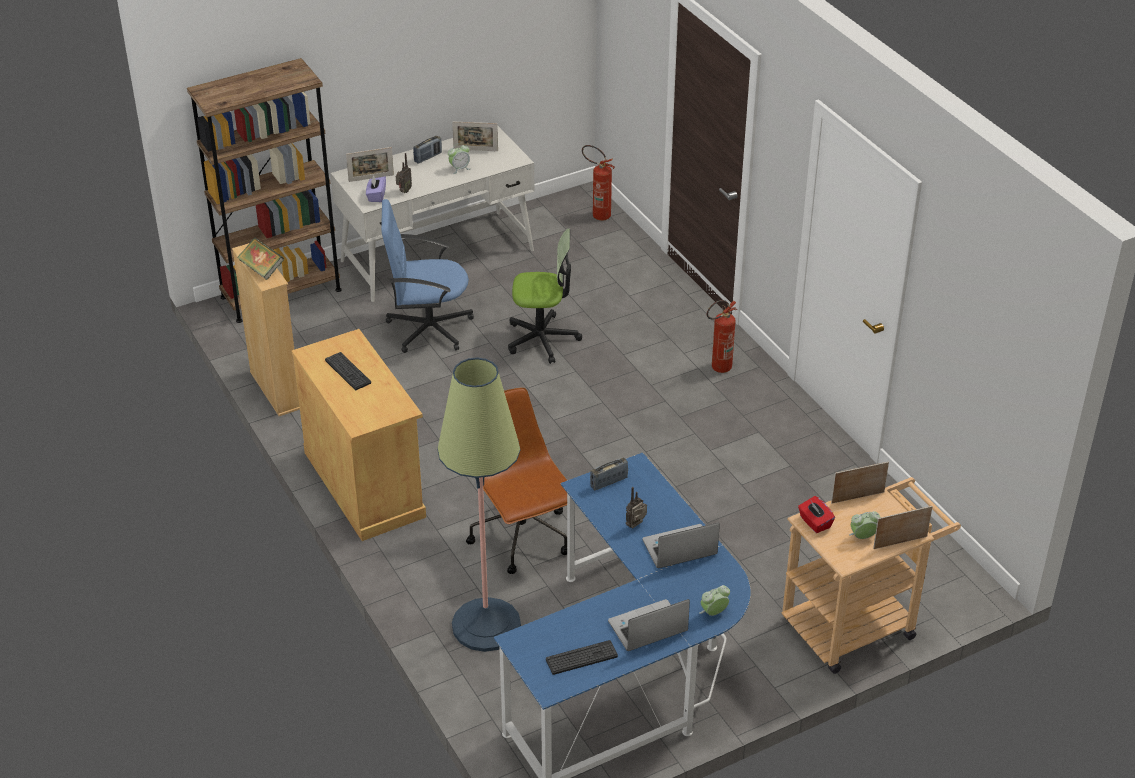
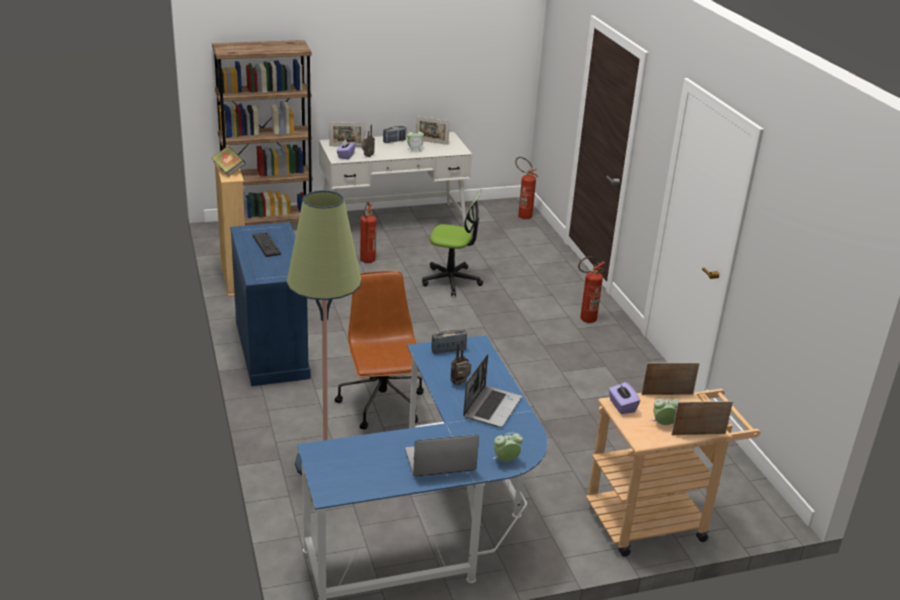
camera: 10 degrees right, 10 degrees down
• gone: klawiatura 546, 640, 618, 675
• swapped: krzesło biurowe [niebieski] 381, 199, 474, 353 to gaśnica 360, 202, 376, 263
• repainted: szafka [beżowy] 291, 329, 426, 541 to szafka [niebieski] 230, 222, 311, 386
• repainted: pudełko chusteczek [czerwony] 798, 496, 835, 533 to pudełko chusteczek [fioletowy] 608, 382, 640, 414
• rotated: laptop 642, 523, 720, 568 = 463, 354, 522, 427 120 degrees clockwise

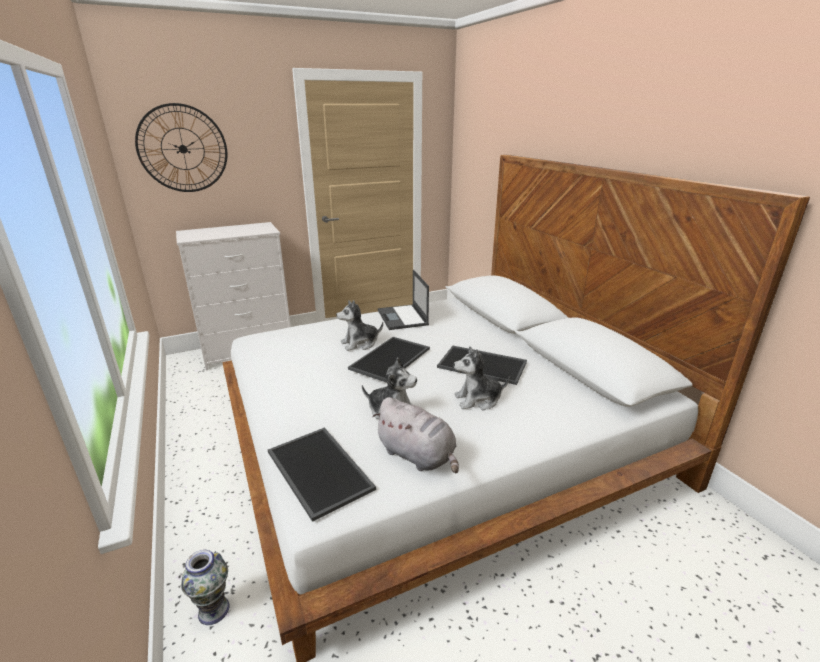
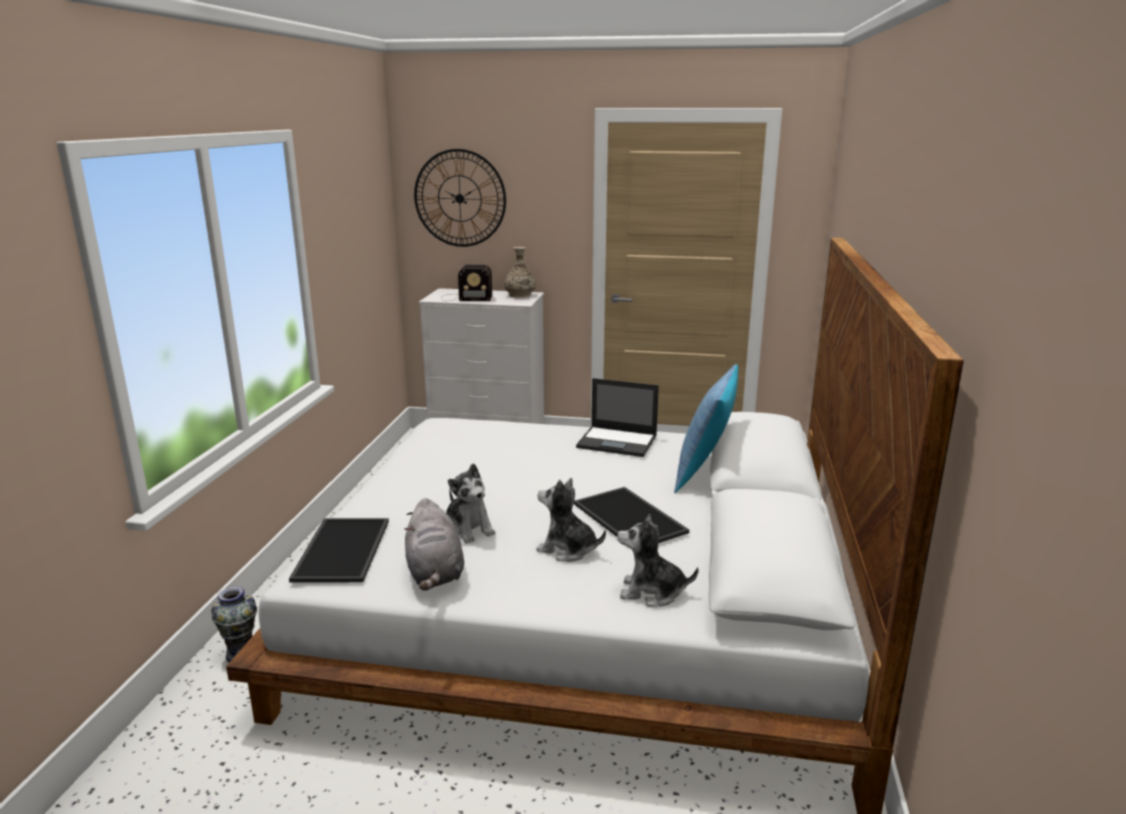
camera: 35 degrees right, 5 degrees down
• gone: taca 348, 337, 430, 383
• new: radio 441, 265, 492, 301
• new: wazon 504, 247, 536, 298
• new: poduszka 674, 364, 738, 493
• shifted: pluszak 336, 300, 383, 351 to 617, 514, 699, 607
• rotated: laptop 378, 270, 429, 330 = 576, 378, 659, 457 90 degrees counterclockwise

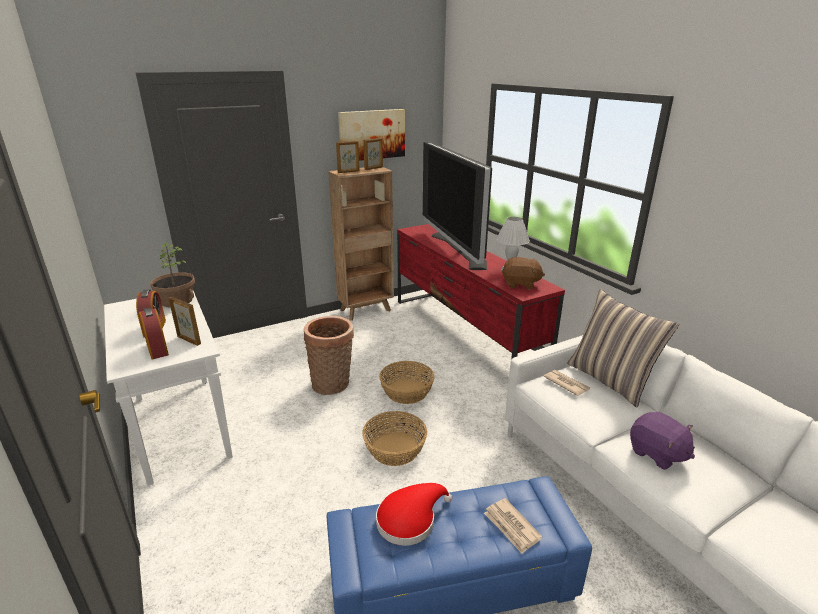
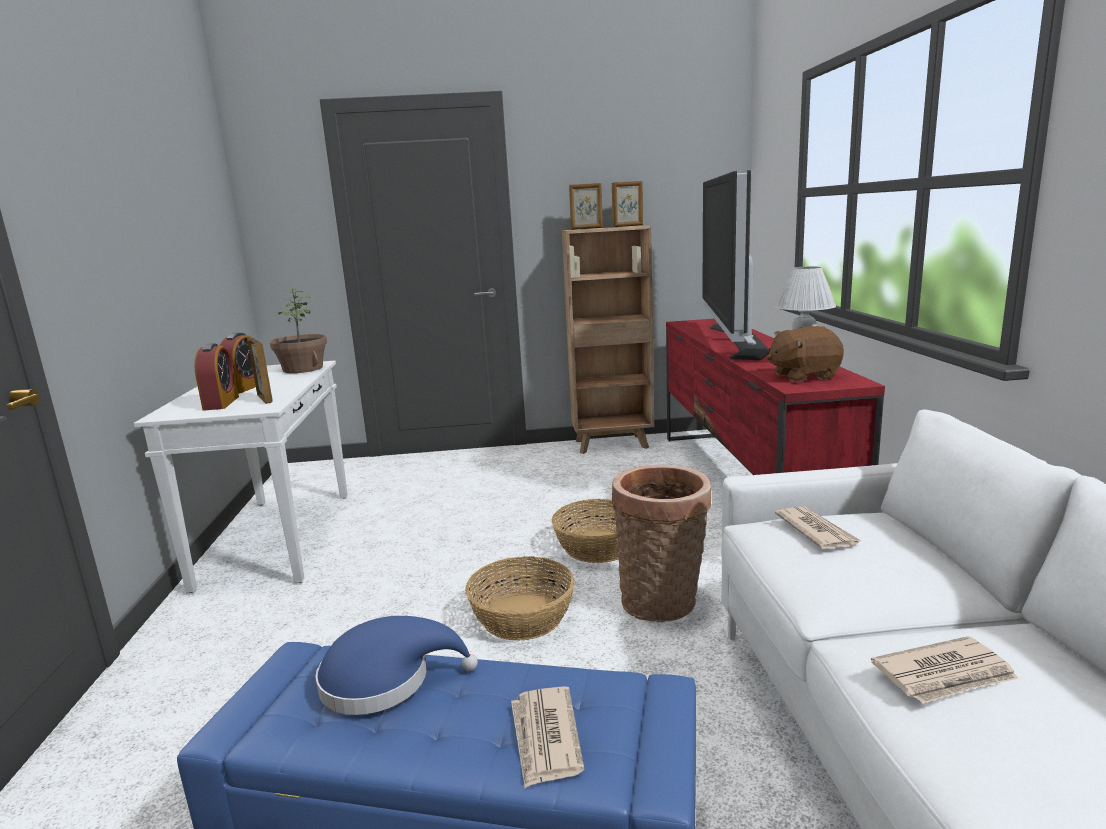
camera: 25 degrees right, 10 degrees down
• gone: obraz 338, 109, 405, 161
• gone: poduszka 567, 289, 679, 407
• shifted: koszyk 304, 316, 354, 395 to 612, 465, 711, 622
• swapped: pluszak [fioletowy] 630, 412, 695, 470 to gazeta 871, 636, 1019, 704
• repainted: kapelusz [czerwony] 376, 483, 452, 546 to kapelusz [niebieski] 315, 616, 478, 715
• rotated: pluszak [brązowy] 502, 257, 545, 290 = 767, 326, 844, 382 135 degrees clockwise

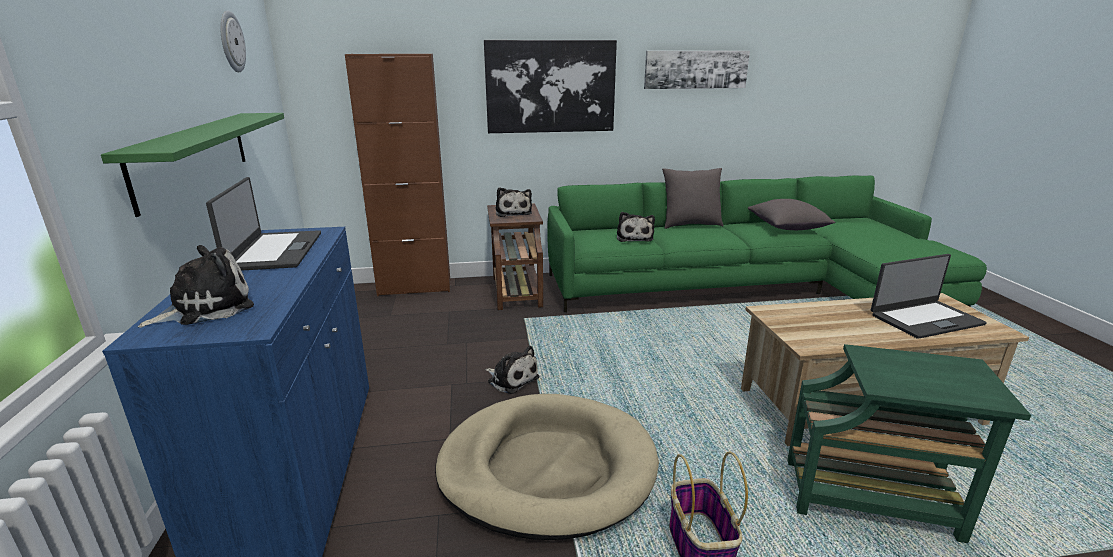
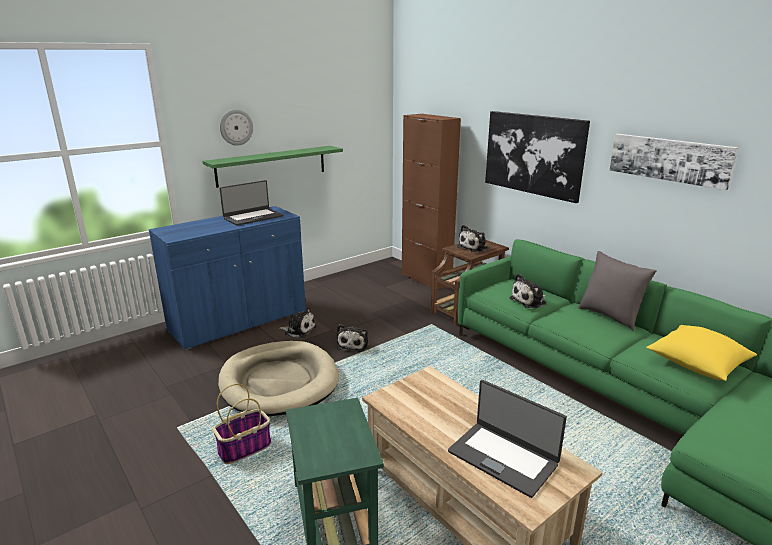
camera: 60 degrees right, 0 degrees up
• shifted: pluszak 138, 245, 254, 328 to 279, 307, 316, 338
• shifted: zegar ścienny 220, 10, 246, 72 to 220, 109, 253, 146
• repainted: poduszka [szary] 748, 199, 835, 230 to poduszka [żółty] 646, 325, 757, 381

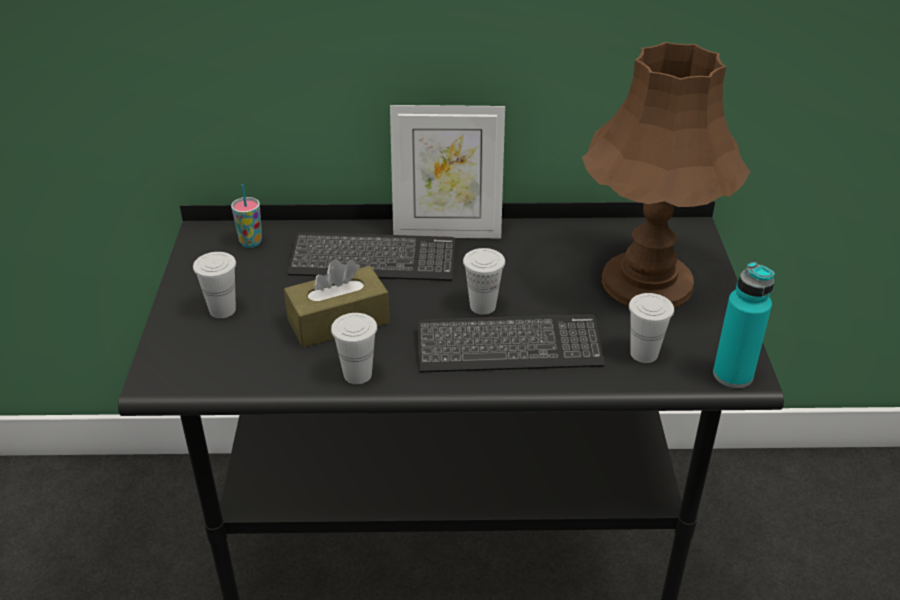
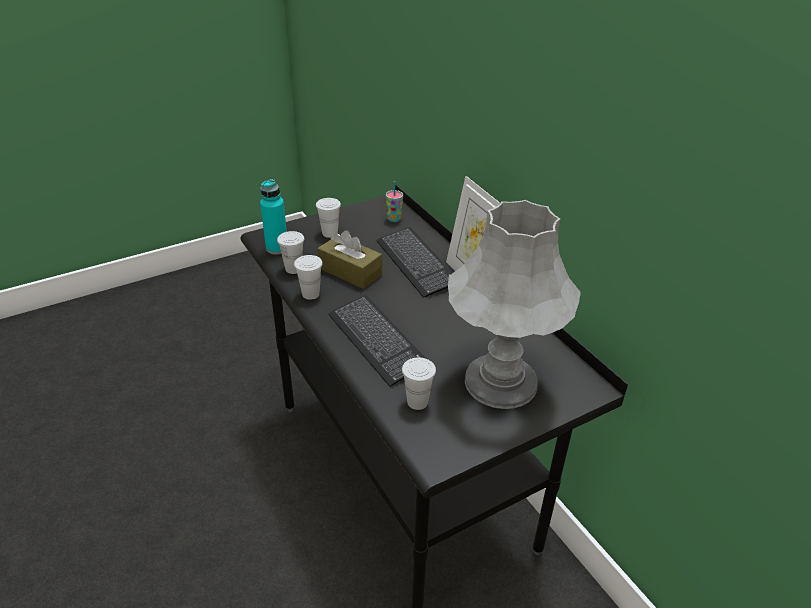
camera: 60 degrees right, 0 degrees up
• shifted: filiżanka [biały] 463, 248, 505, 315 to 277, 231, 304, 274
• shifted: butelka [turkusowy] 713, 262, 775, 388 to 260, 179, 287, 255
• repainted: lampa stołowa [brązowy] 582, 42, 750, 308 to lampa stołowa [szary] 448, 200, 581, 409

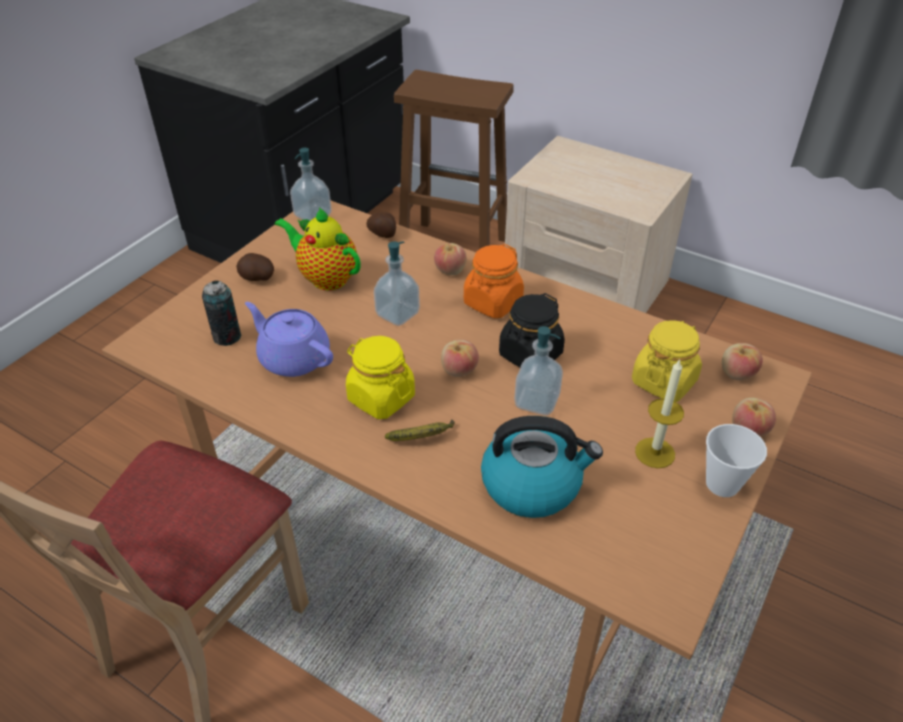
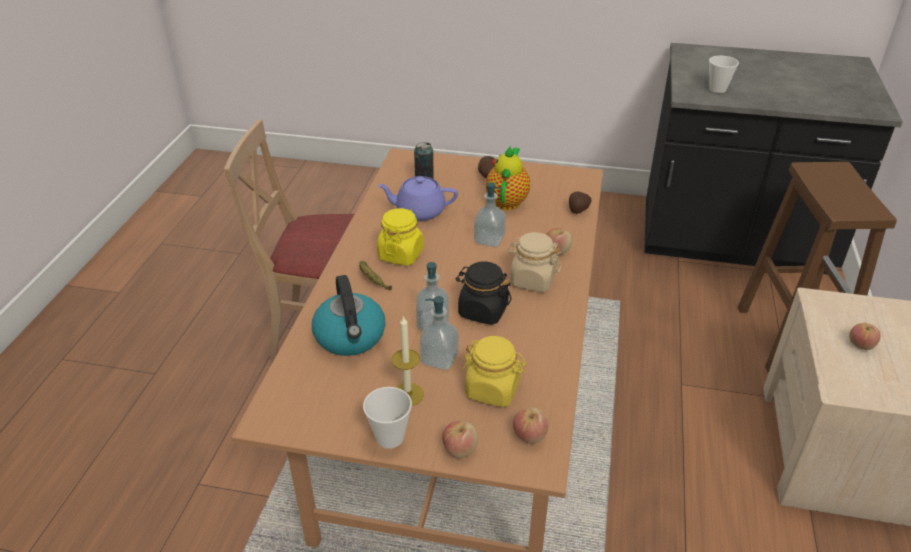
camera: 70 degrees right, 5 degrees down
• new: filiżanka 709, 56, 739, 93
• shifted: dozownik mydła 290, 148, 332, 221 to 420, 296, 459, 370
• shifted: jabłko 441, 339, 479, 377 to 849, 323, 881, 350
• repainted: słoik [pomarańczowy] 464, 244, 524, 318 to słoik [beżowy] 508, 232, 561, 292
• rotated: imbryk [fioletowy] 245, 302, 333, 377 = 377, 176, 458, 221 105 degrees counterclockwise

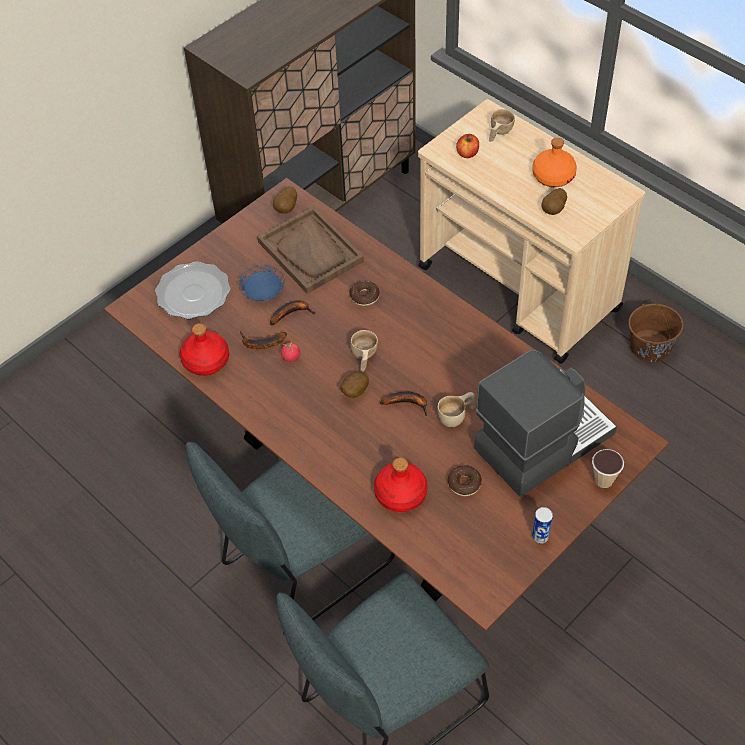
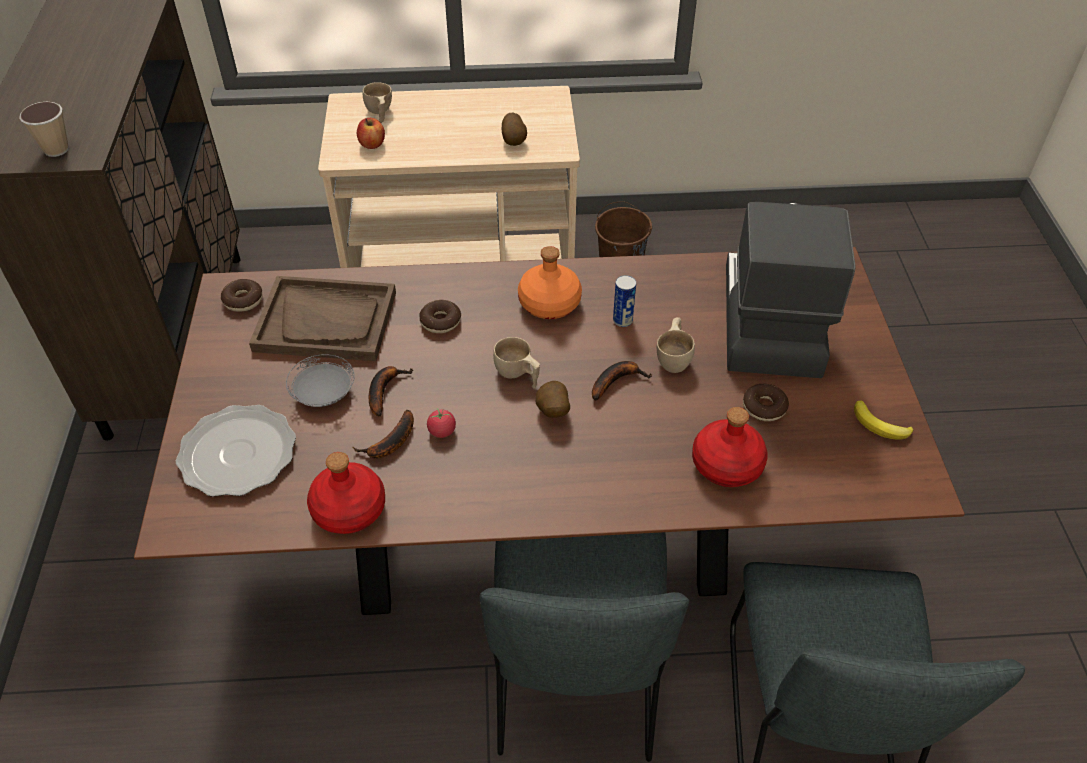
camera: 50 degrees left, 5 degrees down
• new: banan 854, 401, 913, 440
• shifted: butelka [pomarańczowy] 532, 138, 577, 187 to 518, 246, 582, 319
• shifted: puszka 532, 507, 553, 544 to 613, 275, 636, 327
• shifted: filiżanka 592, 449, 624, 488 to 19, 102, 69, 157
• swapped: ziemniak 273, 186, 297, 214 to donut 221, 279, 263, 312
• repainted: talerz [niebieski] 239, 265, 285, 301 to talerz [szary] 286, 354, 355, 407

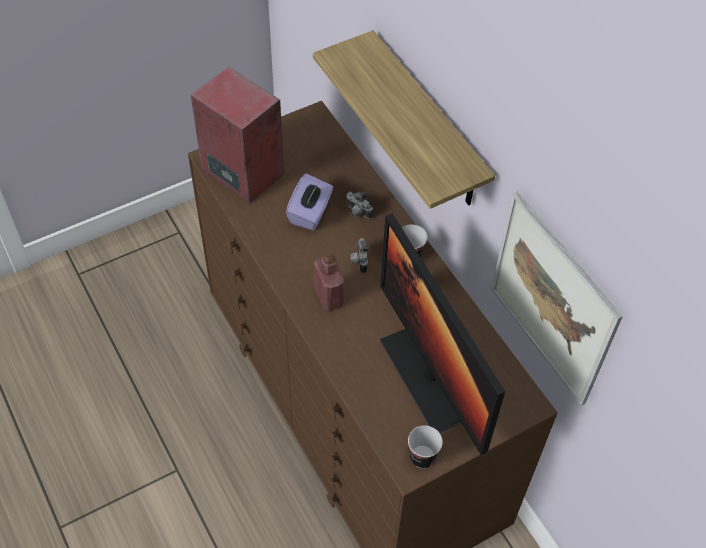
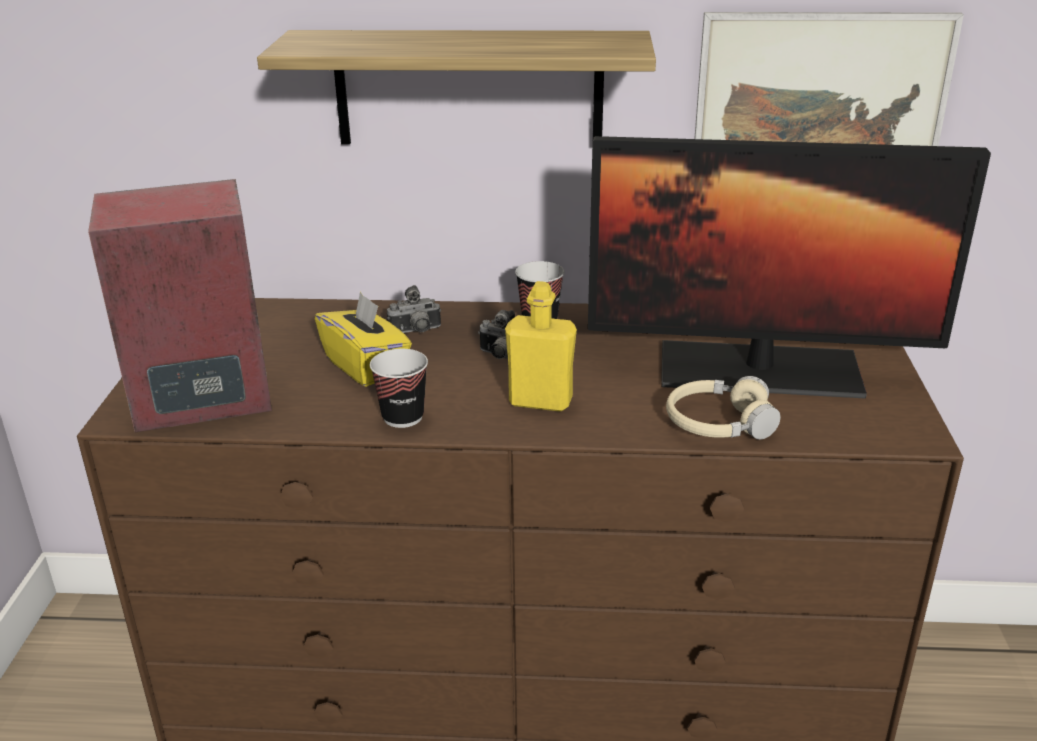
camera: 55 degrees left, 25 degrees down
• new: słuchawki [beżowy] 666, 376, 780, 440
• shifted: filiżanka 408, 426, 443, 468 to 370, 349, 428, 428
• repainted: pudełko chusteczek [fioletowy] 286, 174, 333, 230 to pudełko chusteczek [żółty] 315, 292, 412, 387
• repainted: butelka [czerwony] 314, 253, 345, 311 to butelka [żółty] 505, 281, 577, 412

